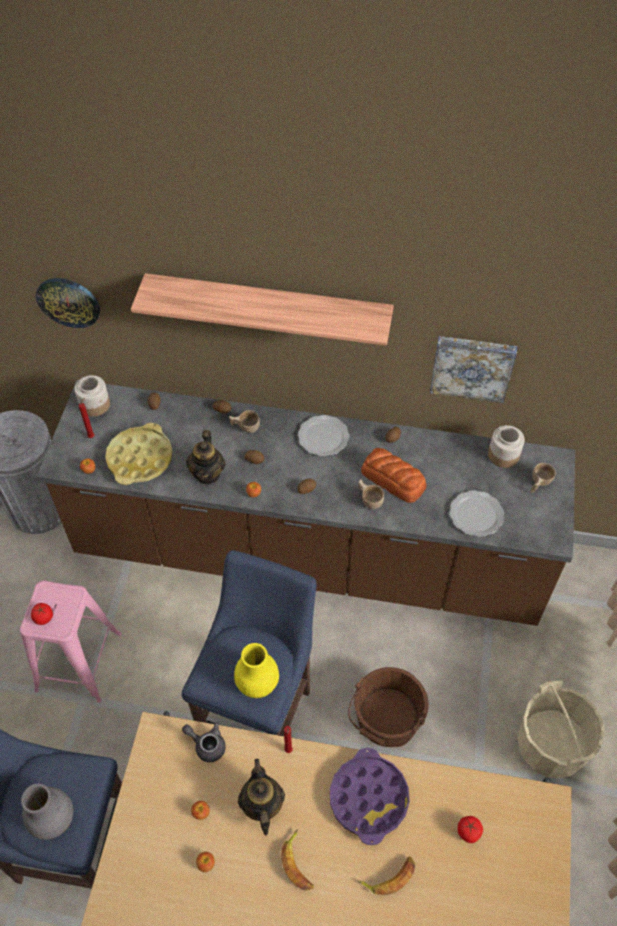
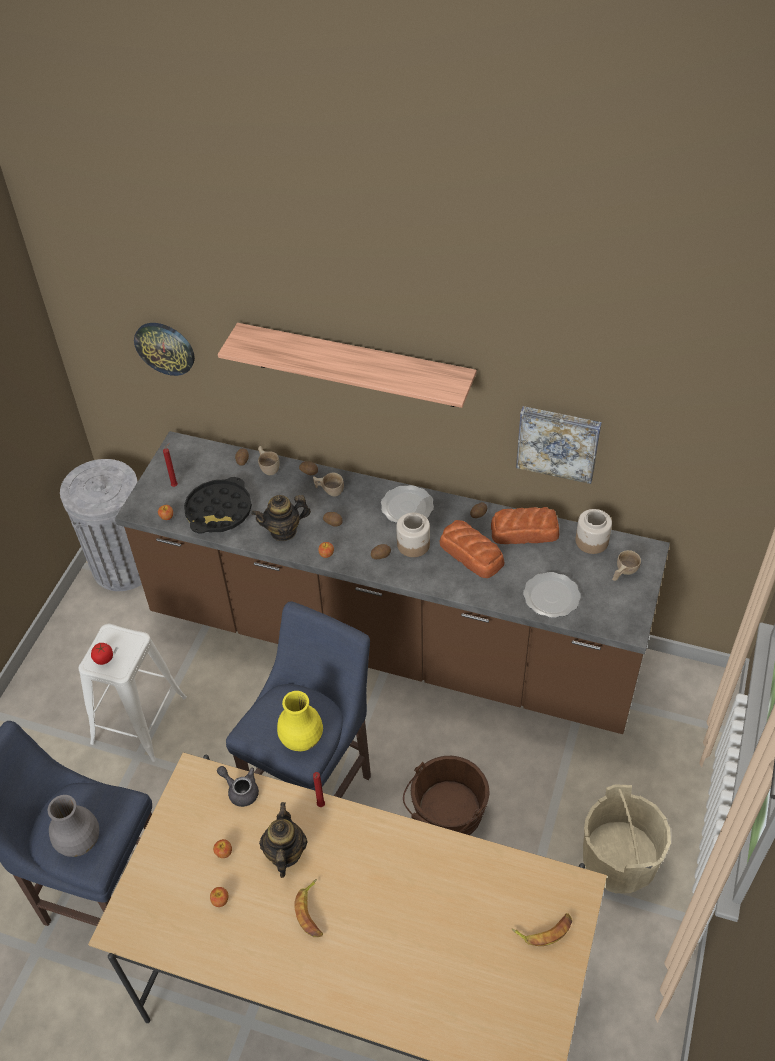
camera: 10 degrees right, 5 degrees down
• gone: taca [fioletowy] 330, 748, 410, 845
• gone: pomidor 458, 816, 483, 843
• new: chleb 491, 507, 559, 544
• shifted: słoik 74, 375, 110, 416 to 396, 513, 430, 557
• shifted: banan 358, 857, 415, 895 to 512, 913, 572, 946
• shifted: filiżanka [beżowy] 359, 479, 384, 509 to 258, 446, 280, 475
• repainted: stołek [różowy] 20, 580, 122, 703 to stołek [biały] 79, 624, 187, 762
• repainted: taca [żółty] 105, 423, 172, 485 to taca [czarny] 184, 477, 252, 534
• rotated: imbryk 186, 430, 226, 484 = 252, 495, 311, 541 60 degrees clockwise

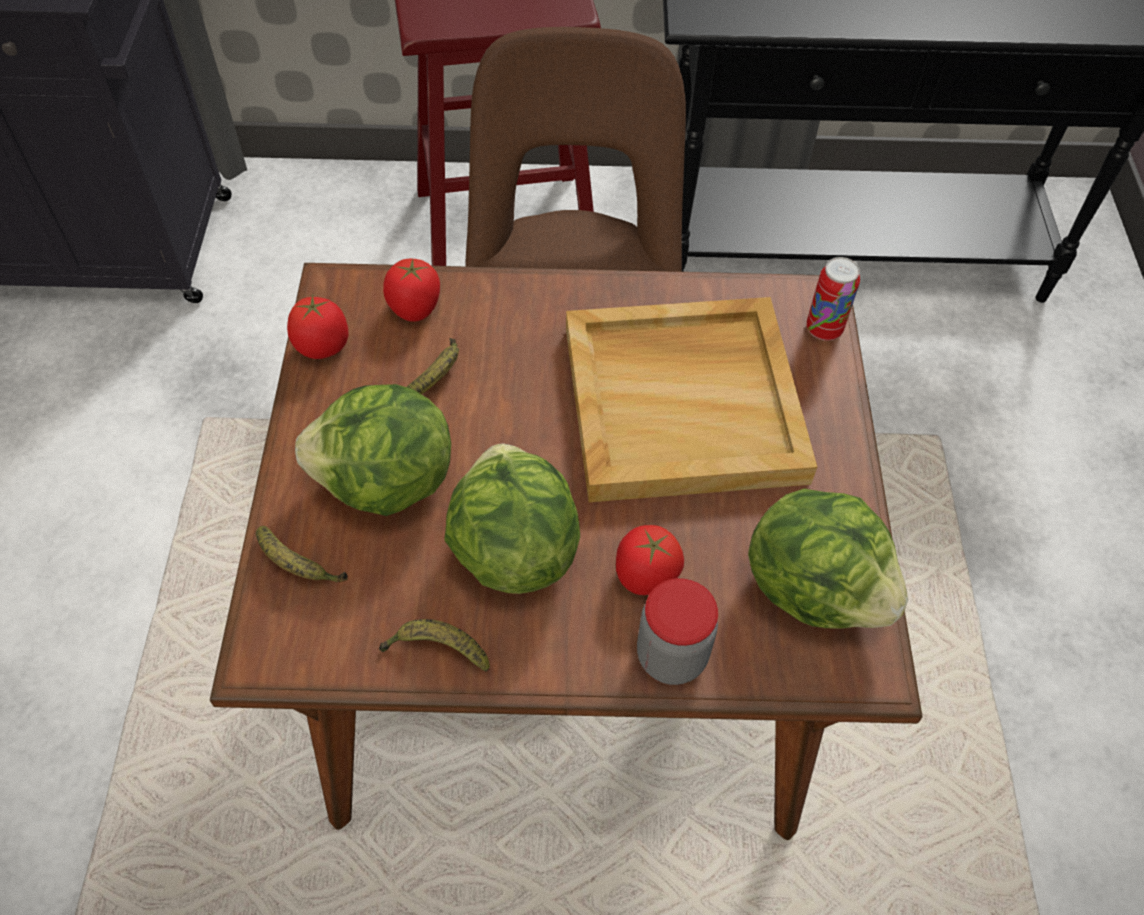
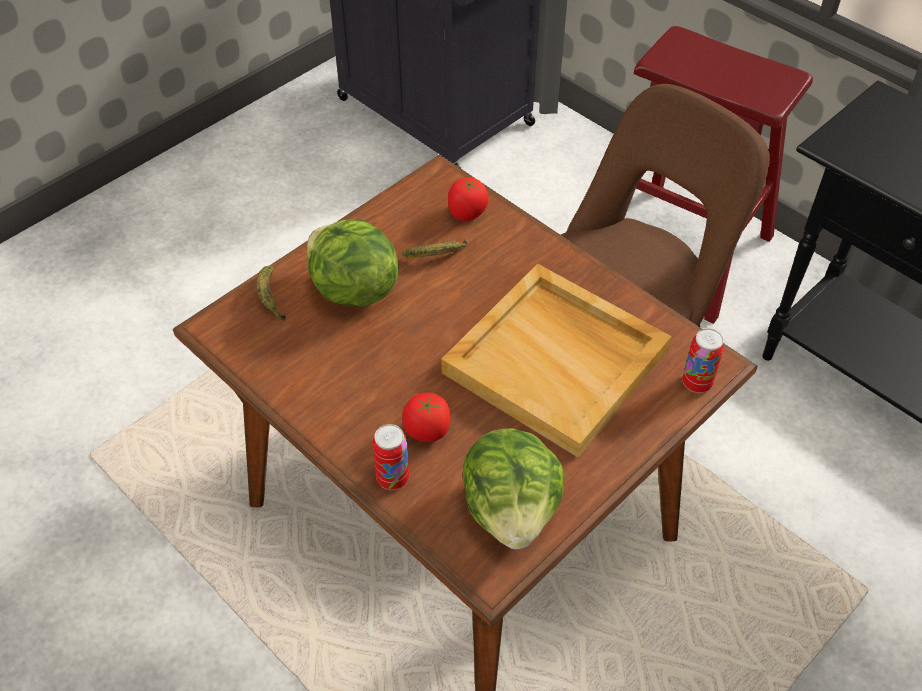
camera: 45 degrees right, 5 degrees down
• gone: pomidor 287, 294, 349, 359
• gone: banan 379, 619, 490, 672
• gone: sałata 444, 444, 580, 594
• swapped: słoik 637, 578, 718, 685 to puszka 372, 424, 409, 490

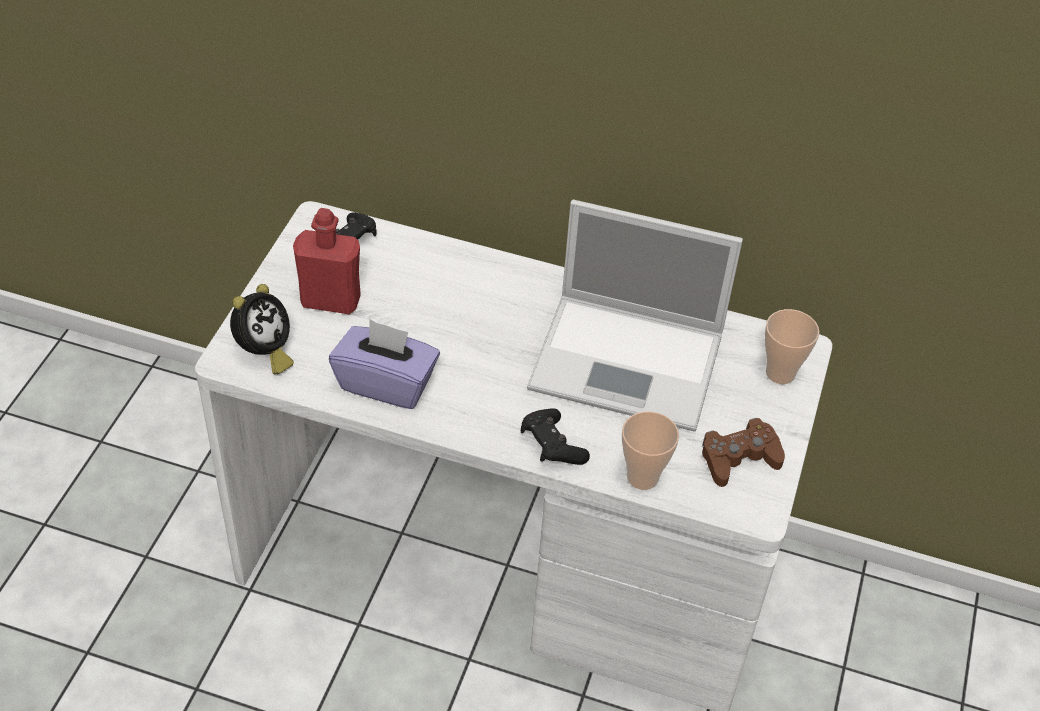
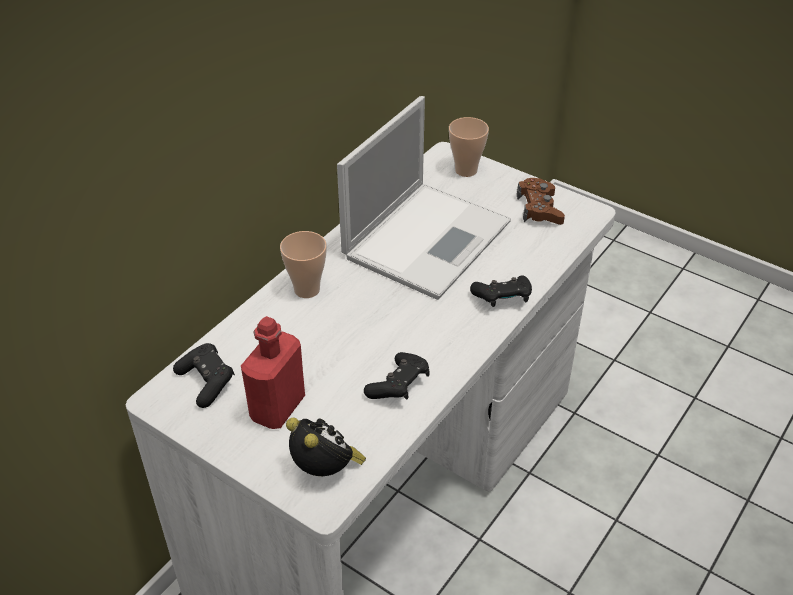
camera: 70 degrees left, 5 degrees down
• shifted: filiżanka 622, 411, 679, 490 to 280, 231, 327, 298
• swapped: pudełko chusteczek [fioletowy] 329, 319, 440, 409 to pad do gier [czarny] 364, 352, 429, 399

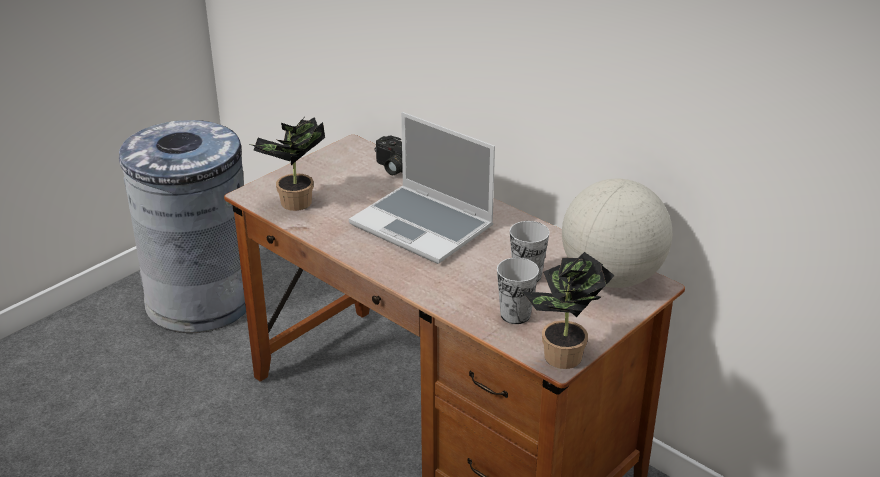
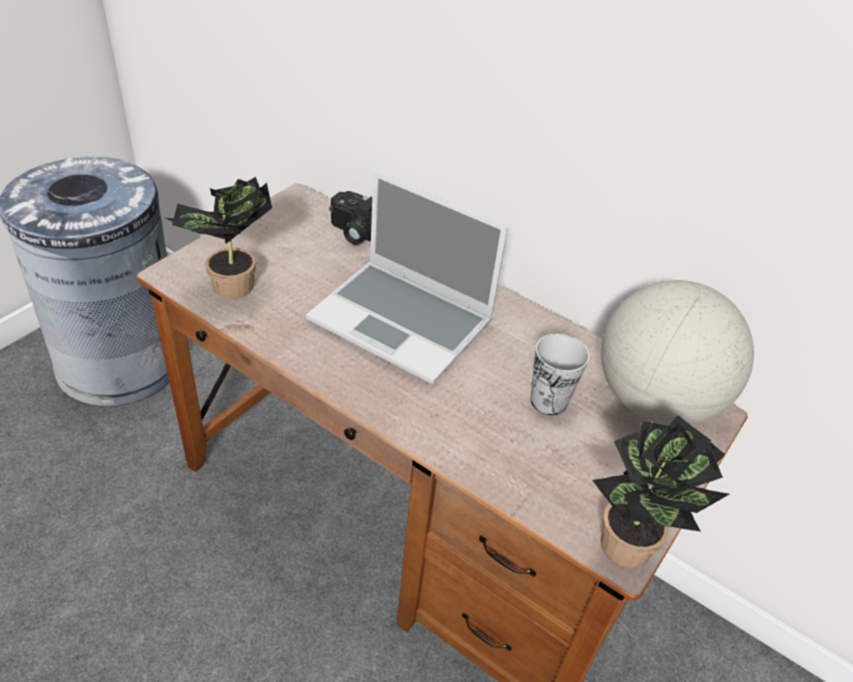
camera: 10 degrees left, 10 degrees up
• gone: filiżanka 497, 258, 539, 324

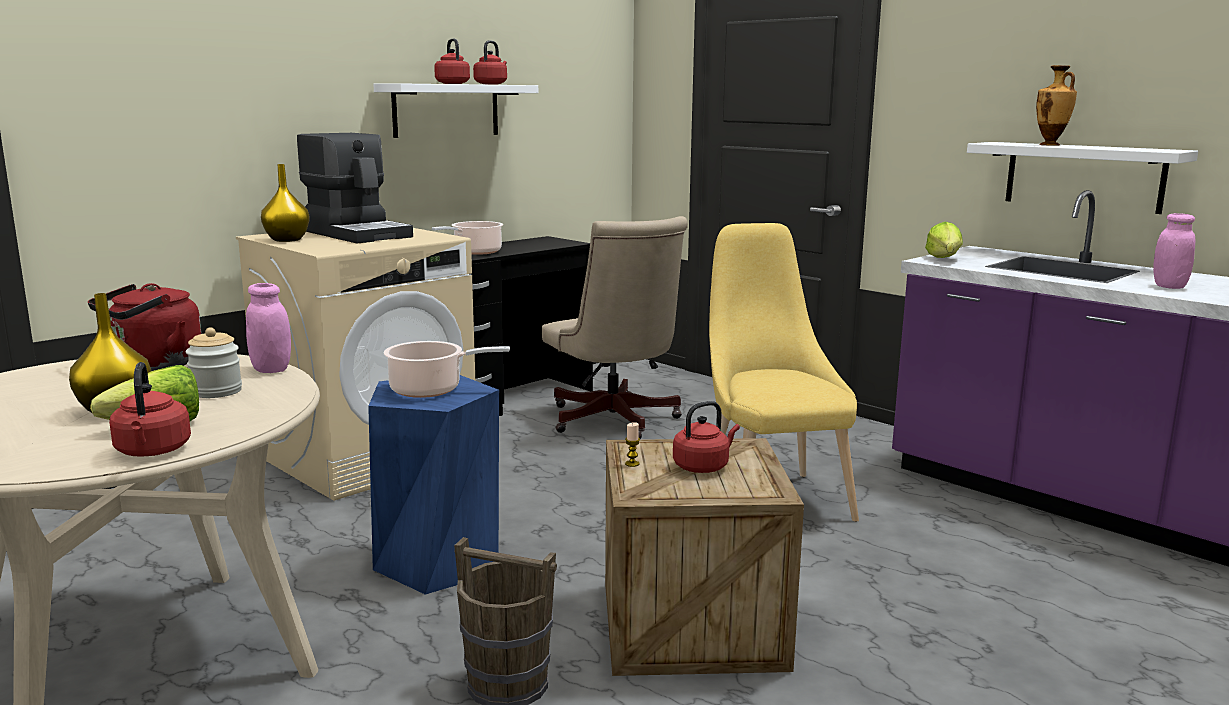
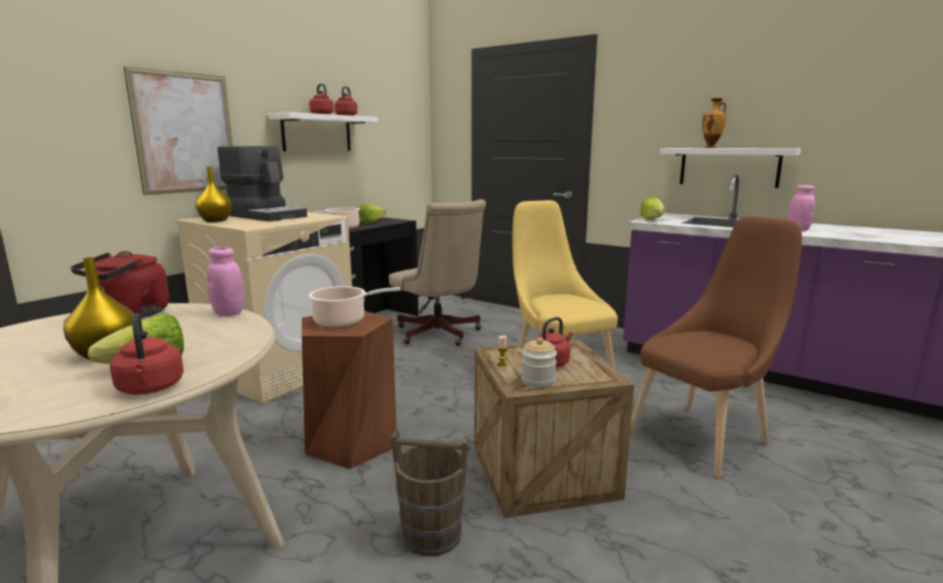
camera: 10 degrees left, 0 degrees up
• new: obraz 123, 66, 233, 195
• new: sałata 359, 204, 385, 223
• new: krzesło [brązowy] 630, 216, 802, 478
• shifted: słoik 186, 327, 242, 398 to 522, 337, 557, 388
• repainted: stołek [niebieski] 368, 375, 499, 595 to stołek [brązowy] 302, 311, 397, 469

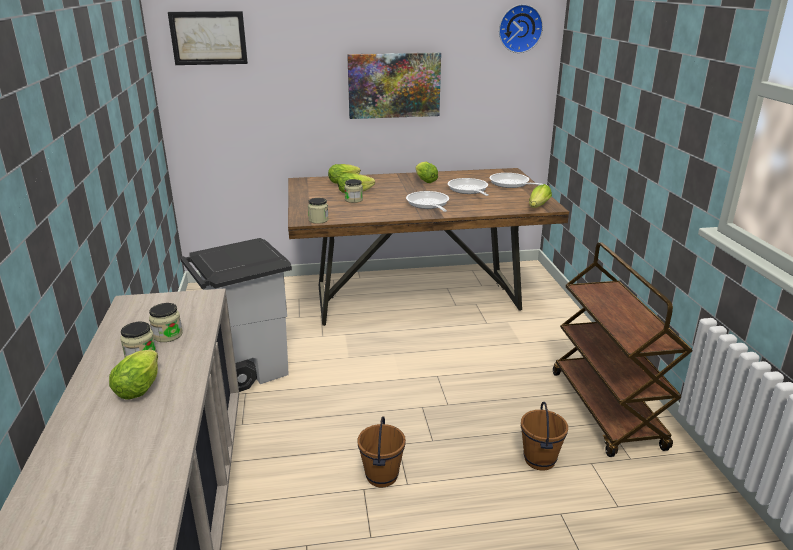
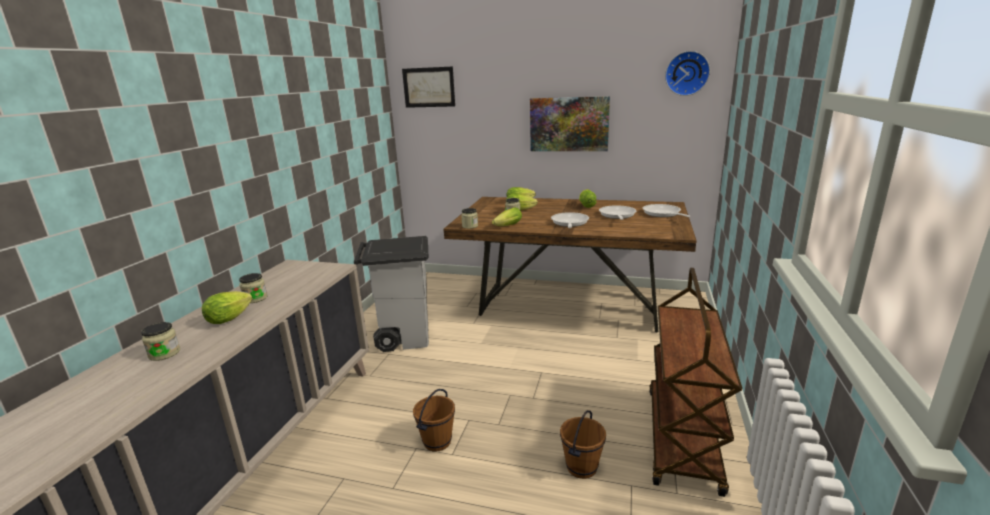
camera: 25 degrees right, 5 degrees down
• shifted: słoik 149, 303, 183, 342 to 141, 322, 180, 361
• shifted: sałata 529, 184, 552, 208 to 492, 207, 522, 226

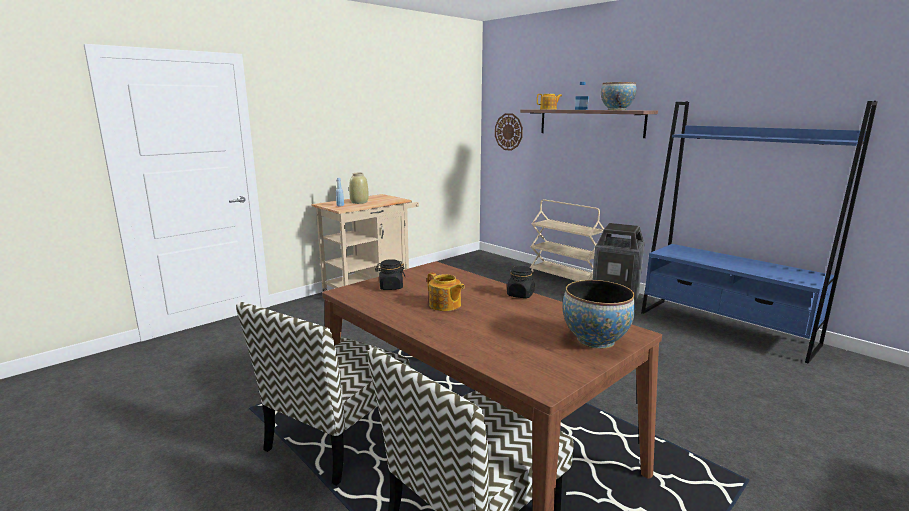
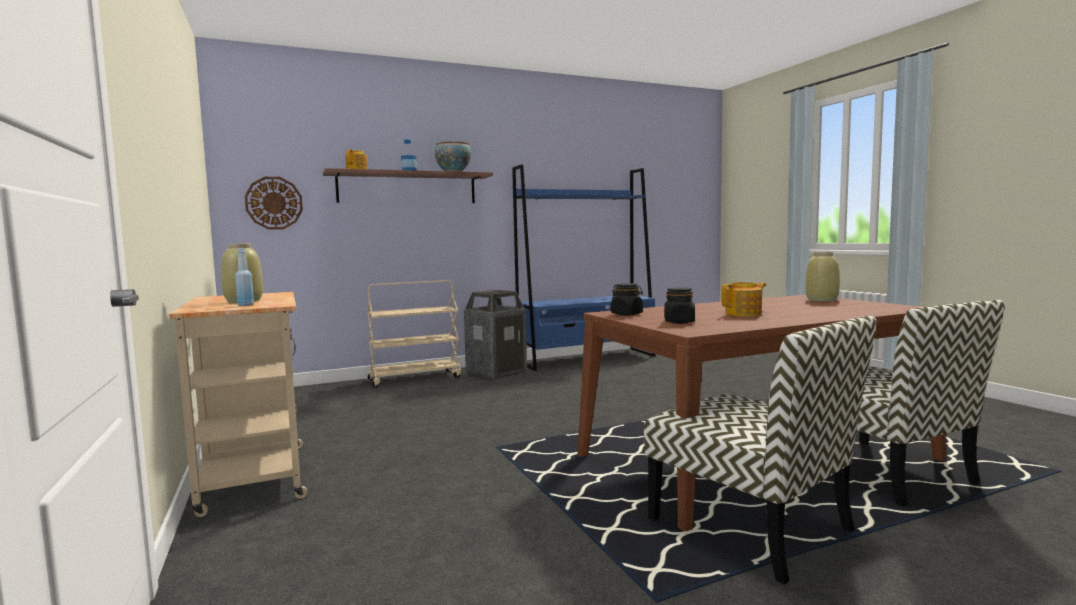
camera: 70 degrees left, 10 degrees down
• shifted: słoik [czarny] 507, 266, 534, 298 to 611, 283, 643, 315
• swapped: miska 562, 280, 635, 349 to wazon [beżowy] 805, 252, 840, 302

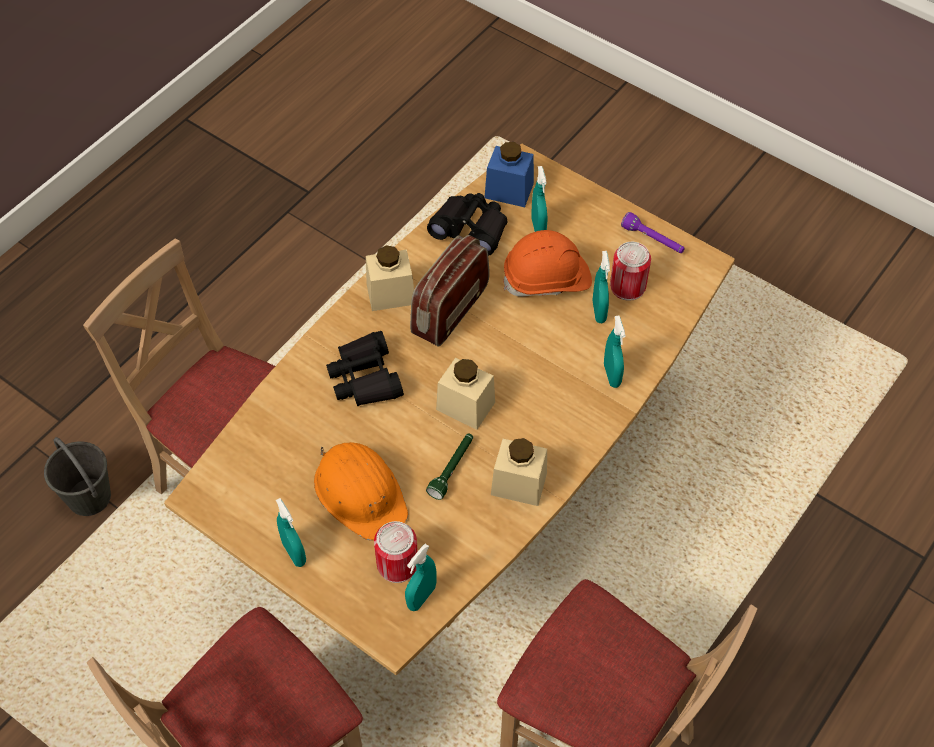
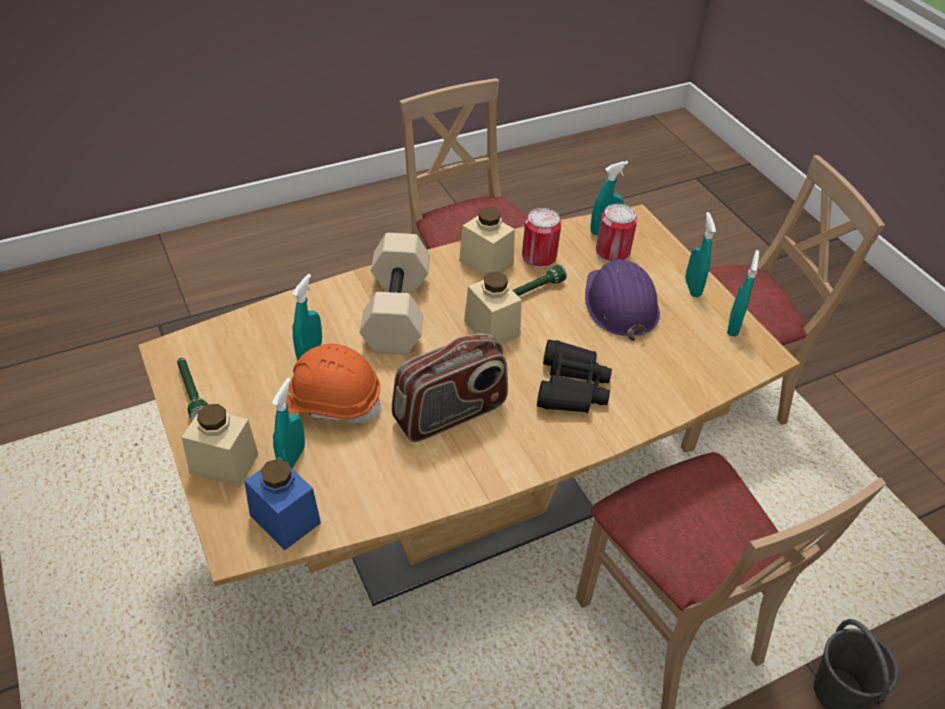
camera: 155 degrees left, 10 degrees down
• gone: lornetka [czarny] 427, 193, 508, 256
• new: hantel [beżowy] 360, 233, 430, 355
• shifted: słoik [beżowy] 366, 246, 414, 311 to 181, 404, 259, 487
• shifted: spryskiwacz [turkusowy] 604, 315, 626, 388 to 727, 250, 759, 337
• shifted: puszka 610, 242, 651, 301 to 522, 208, 561, 268
• repainted: kask [pomarańczowy] 314, 442, 408, 541 to kask [fioletowy] 585, 258, 660, 341
• repainted: latarka [fioletowy] 621, 212, 685, 253 to latarka [zielony] 177, 358, 207, 421

